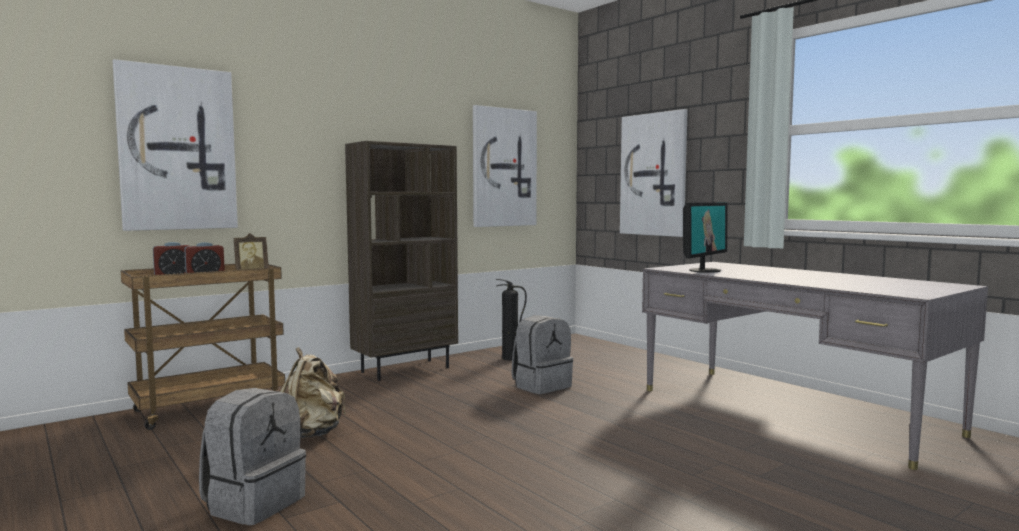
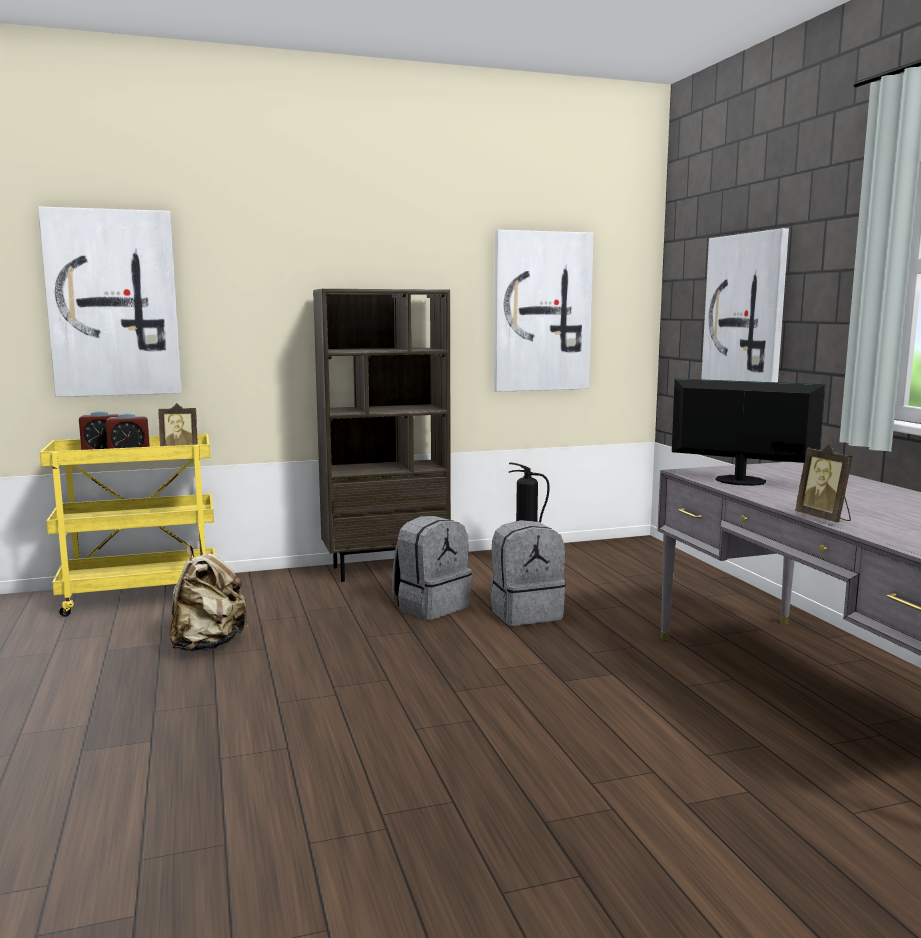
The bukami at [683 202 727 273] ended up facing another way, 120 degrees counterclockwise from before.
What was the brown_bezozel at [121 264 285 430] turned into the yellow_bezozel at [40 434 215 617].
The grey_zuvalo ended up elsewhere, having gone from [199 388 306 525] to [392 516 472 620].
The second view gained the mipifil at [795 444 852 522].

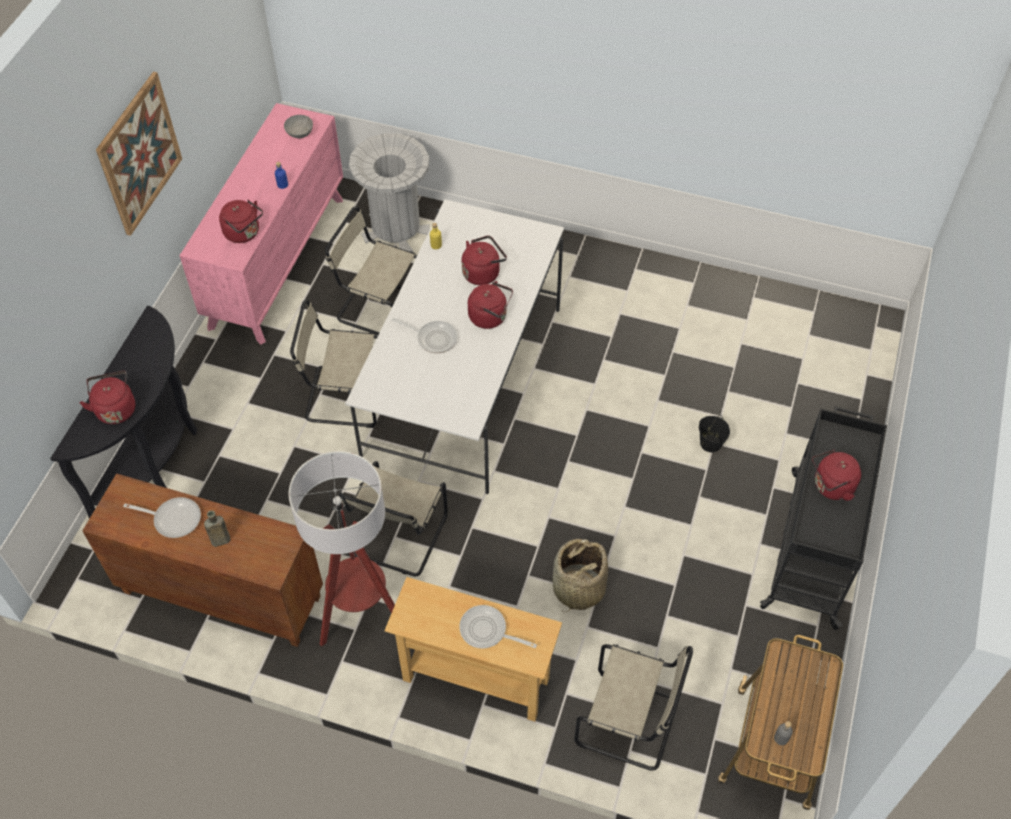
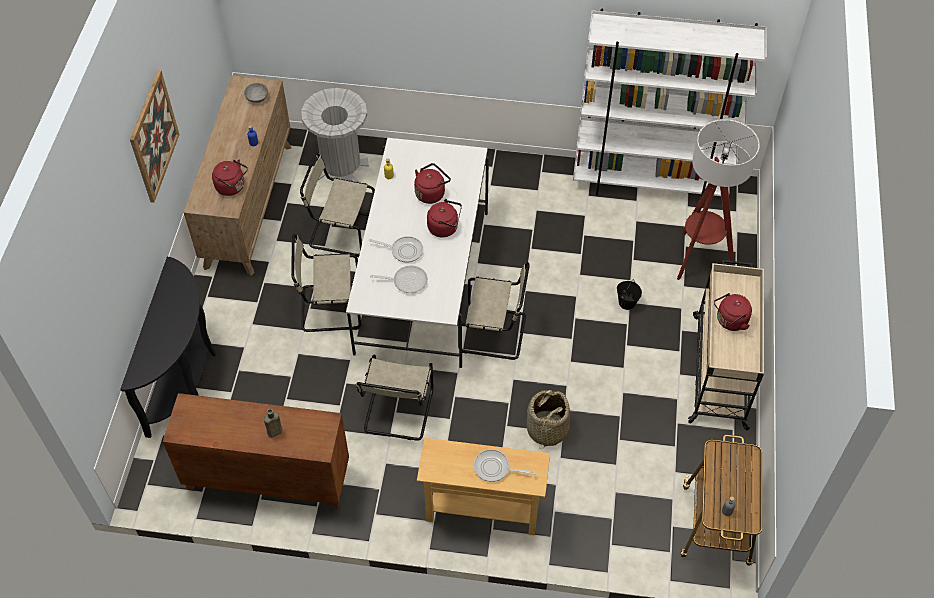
What was the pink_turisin at [179 103 343 345] turned into the brown_turisin at [183 75 291 275].
The second view lost the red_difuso at [79 371 135 424].
What was the black_bezozel at [760 406 887 630] turned into the beige_bezozel at [688 260 764 430].
The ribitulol ended up elsewhere, having gone from [289 451 395 646] to [677 119 760 280].
The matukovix ended up elsewhere, having gone from [123 497 201 538] to [370 265 428 293].
The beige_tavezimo ended up elsewhere, having gone from [574 644 693 771] to [458 262 530 360].
The second view gained the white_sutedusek at [573 8 767 196].

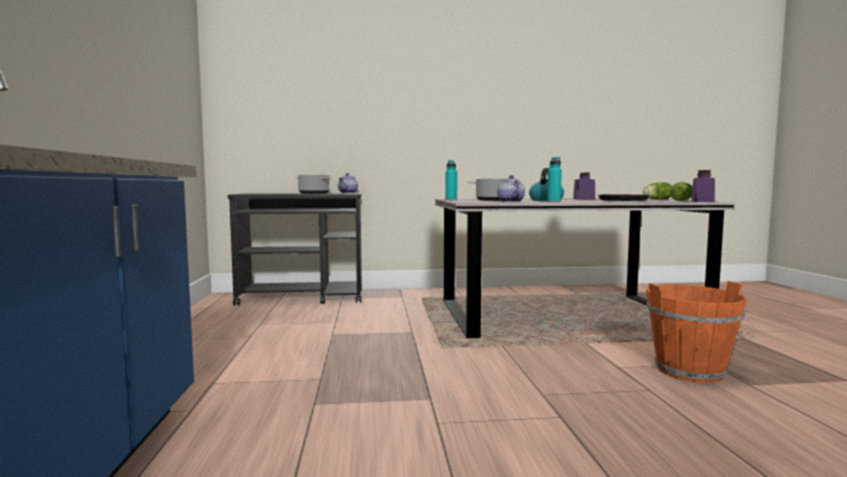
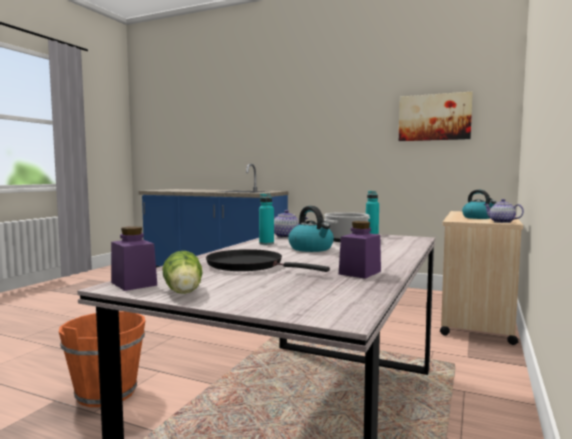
Where the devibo stood at [296 174 332 194], the difuso came to stand at [462 190 496 219].
The second view lost the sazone at [642 182 672 200].
What was the black_bezozel at [228 193 362 306] turned into the beige_bezozel at [440 211 523 345].
The second view gained the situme at [399 92 473 141].

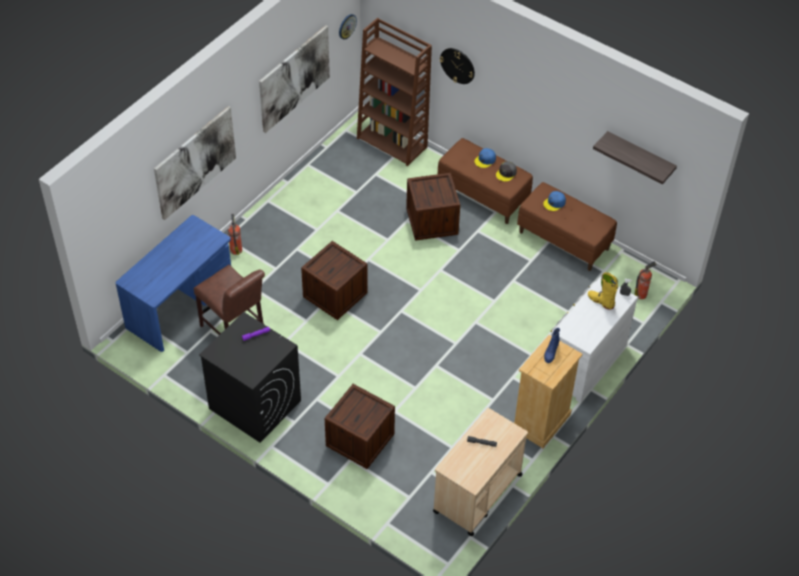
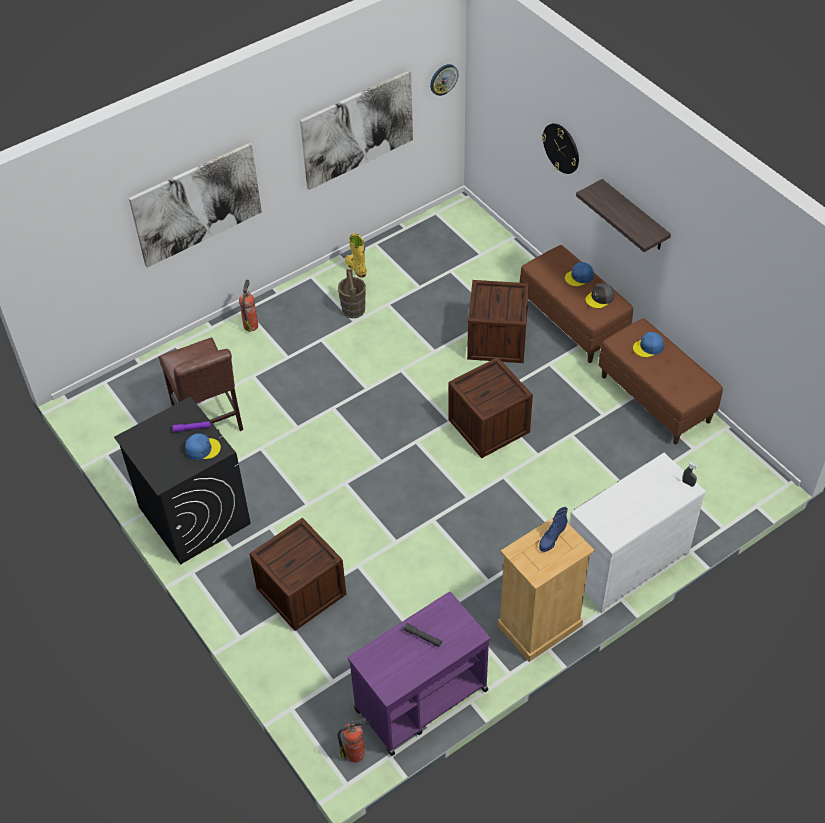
The second view lost the brown_sutedusek at [357 18 432 166].
The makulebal ended up elsewhere, having gone from [593 131 677 184] to [576 179 671 252].
The second view lost the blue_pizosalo at [116 215 231 352].
The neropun ended up elsewhere, having gone from [301 241 368 320] to [448 357 533 458].
The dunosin ended up elsewhere, having gone from [635 261 656 299] to [337 718 370 762].
The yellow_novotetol ended up elsewhere, having gone from [588 272 618 310] to [345 233 367 278].
What was the beige_bezozel at [433 408 528 536] turned into the purple_bezozel at [348 592 490 756].
The second view gained the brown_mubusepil at [338 269 366 319].
The second view gained the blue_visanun at [185 433 221 460].

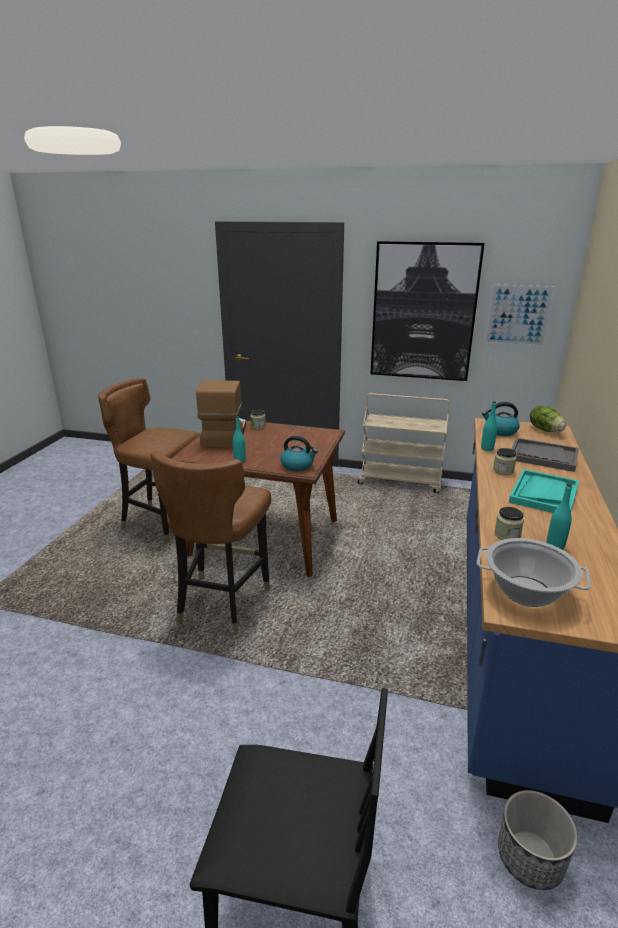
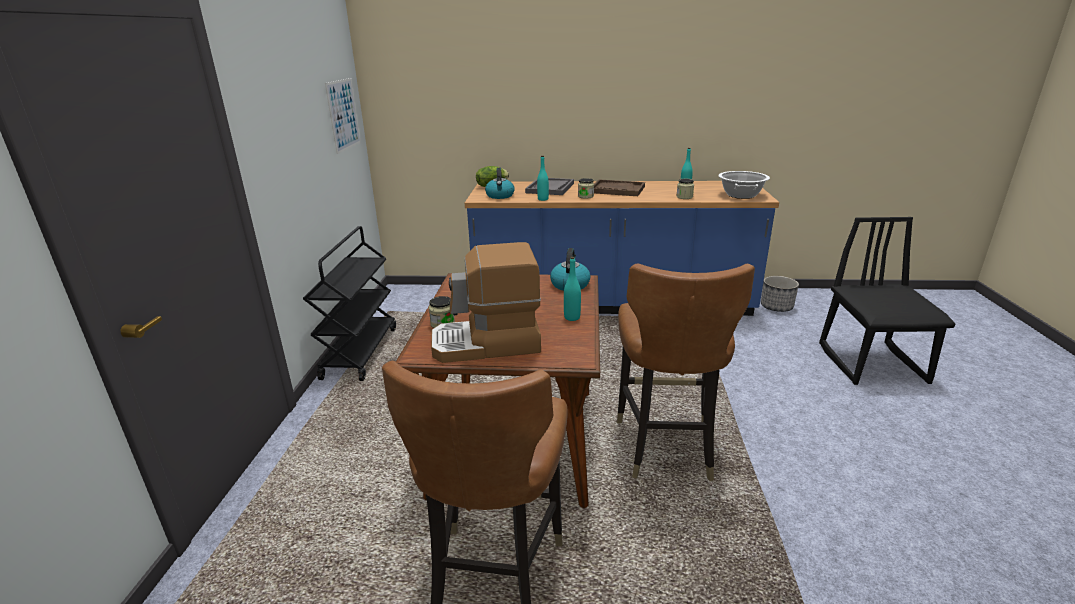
The second view lost the situme at [371 241 484 381].
What was the beige_bezozel at [358 393 450 493] turned into the black_bezozel at [303 226 396 381].
The brown_tavezimo at [150 451 271 635] ended up facing another way, 90 degrees clockwise from before.
What was the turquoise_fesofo at [509 469 579 513] turned into the brown_fesofo at [594 179 645 196].

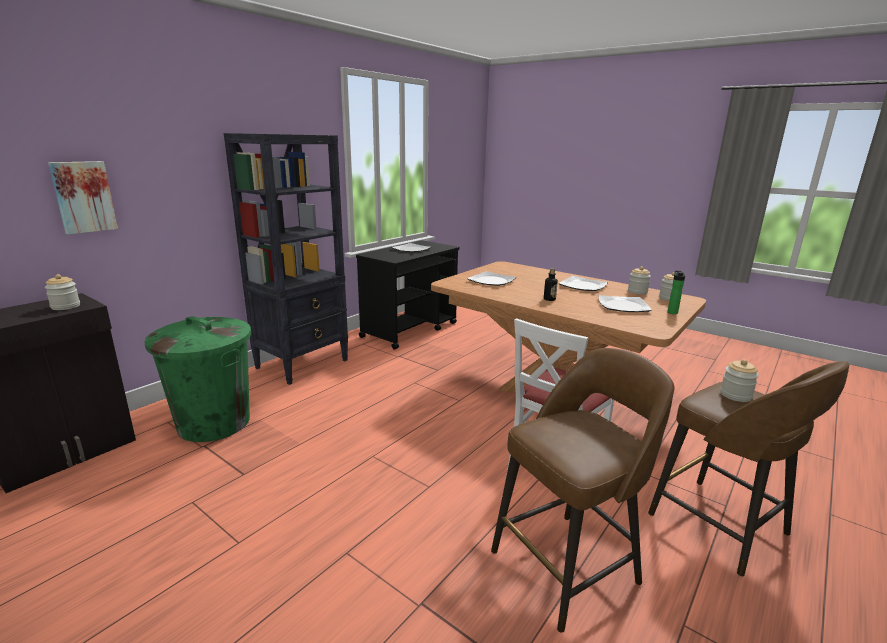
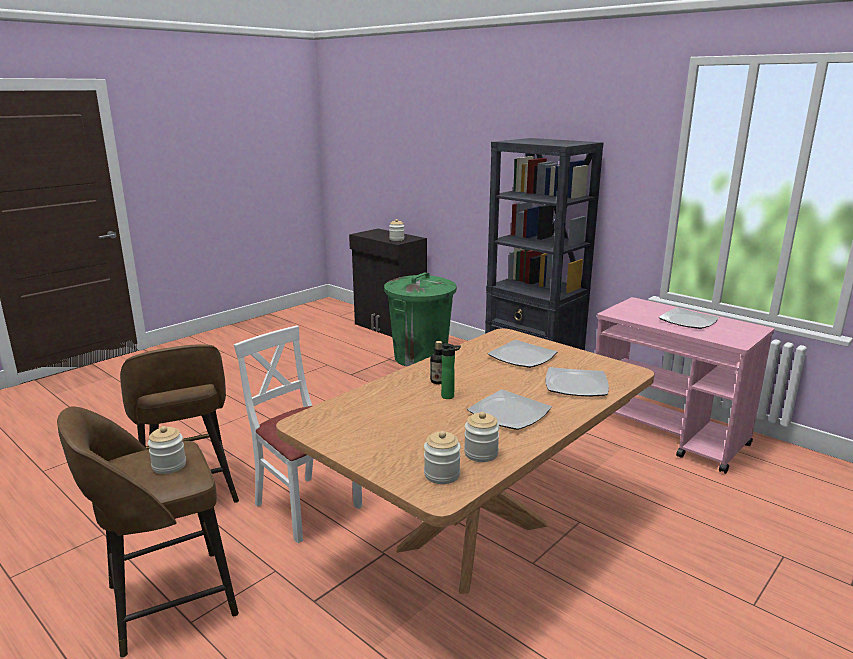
The second view lost the situme at [48 161 118 234].
What was the black_bezozel at [356 240 459 350] turned into the pink_bezozel at [595 297 775 474].
The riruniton ended up elsewhere, having gone from [667 271 685 314] to [441 343 461 399].
The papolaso ended up elsewhere, having gone from [599 295 652 312] to [546 367 609 397].

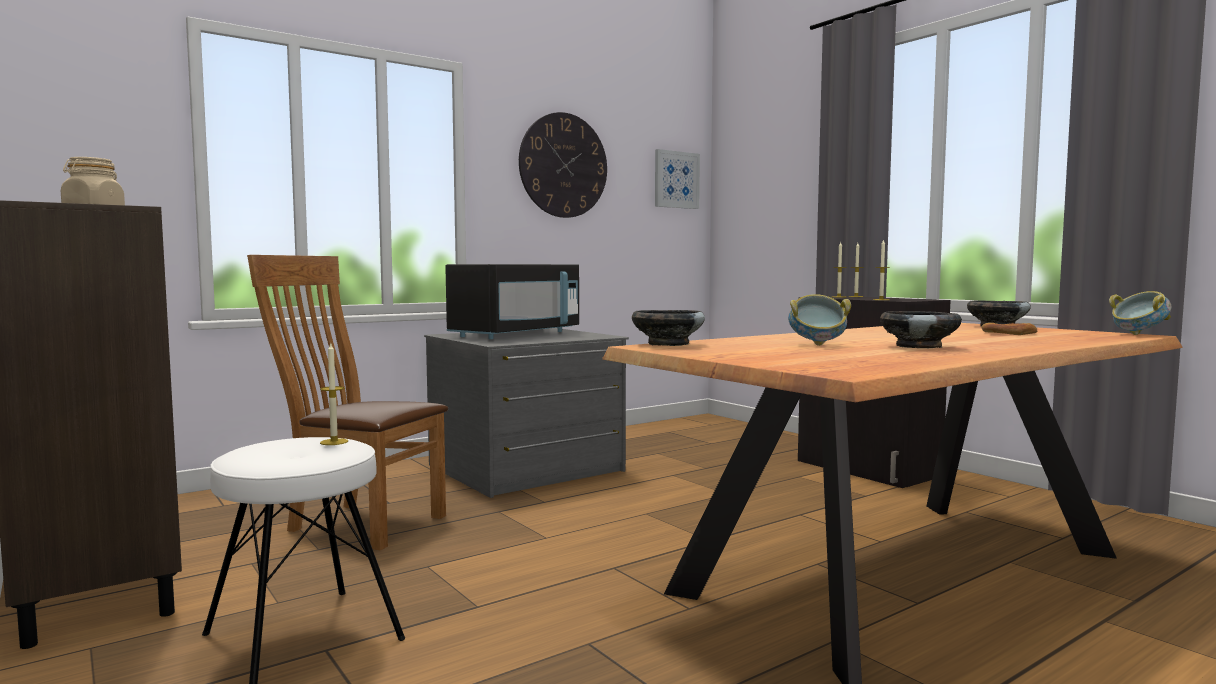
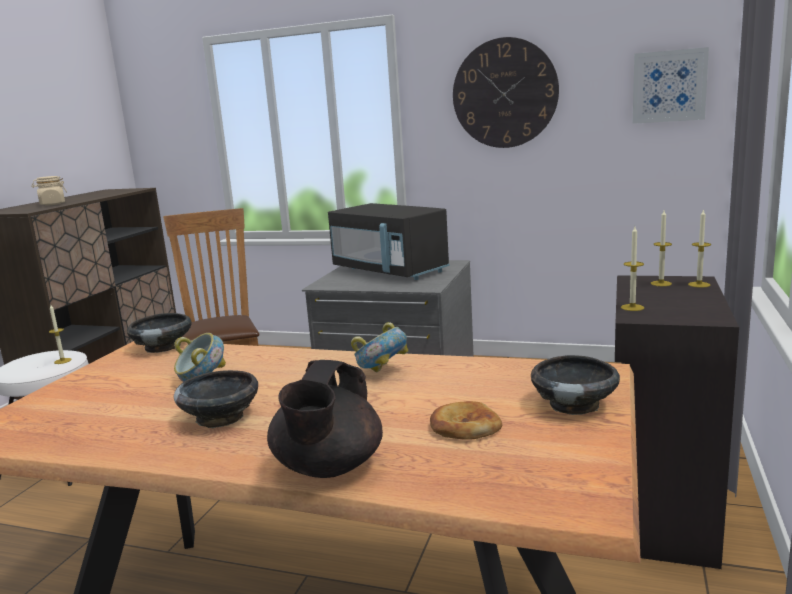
The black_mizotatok at [445 264 579 339] ended up facing another way, 45 degrees clockwise from before.
The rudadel ended up elsewhere, having gone from [1109 291 1172 335] to [351 322 409 372].
The second view gained the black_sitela at [267 360 383 478].

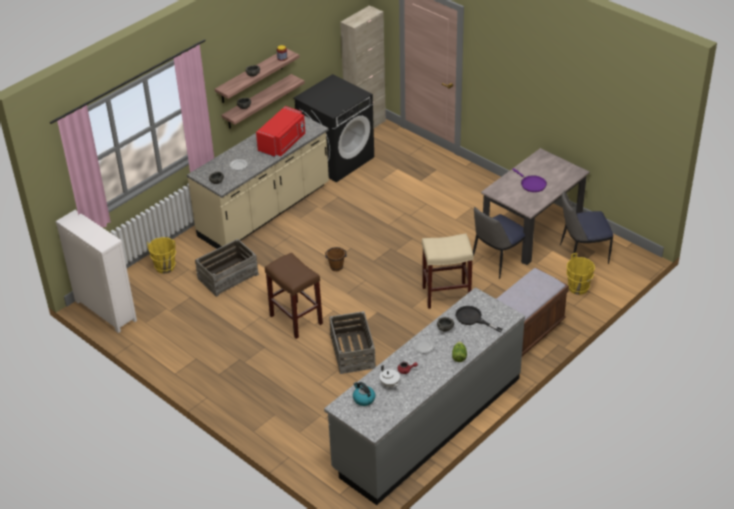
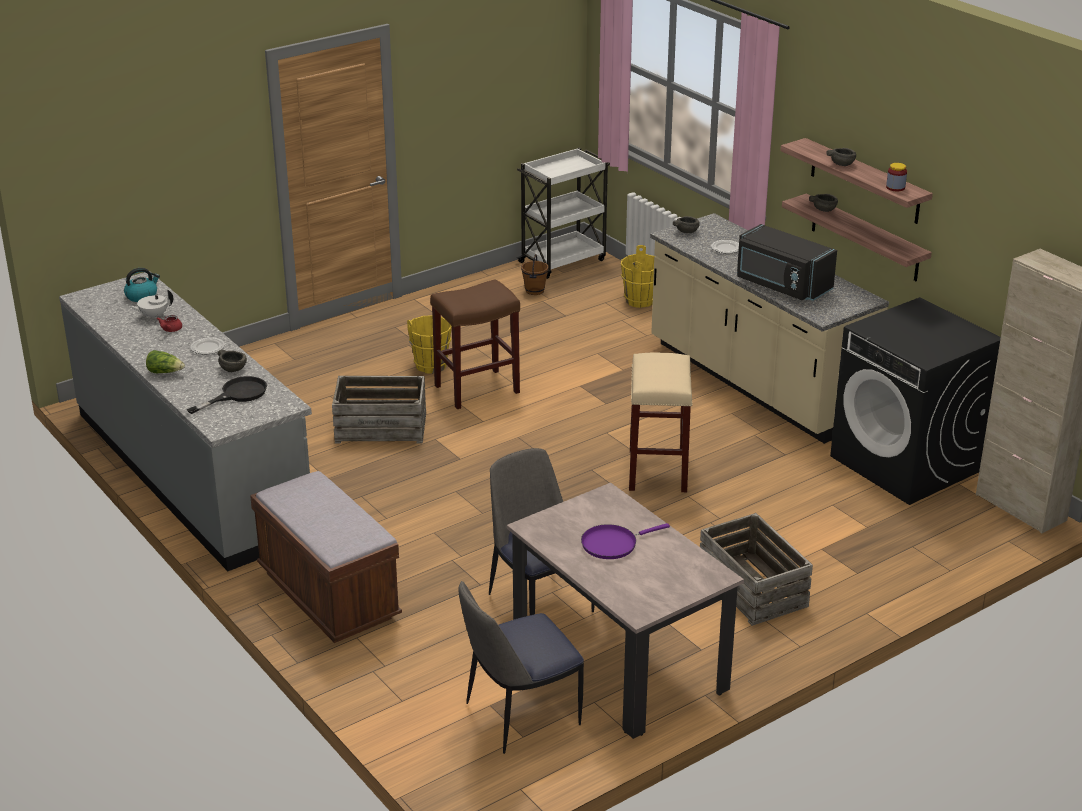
What was the red_mizotatok at [256 106 305 157] turned into the black_mizotatok at [737 224 837 301].
The tavezimo at [560 191 613 264] ended up facing another way, 120 degrees counterclockwise from before.
Where the white_turisin stood at [56 210 137 333], the white_bezozel came to stand at [516 148 610 279].
The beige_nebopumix ended up elsewhere, having gone from [422 233 474 309] to [629 352 693 492].
The neropun ended up elsewhere, having gone from [195 239 259 297] to [700 513 813 626].
The brown_mubusepil ended up elsewhere, having gone from [325 247 347 271] to [521 254 548 295].
The yellow_mubusepil ended up elsewhere, having gone from [566 253 595 295] to [407 315 452 374].

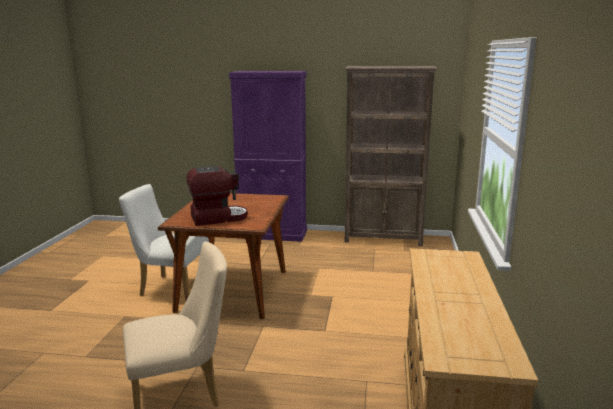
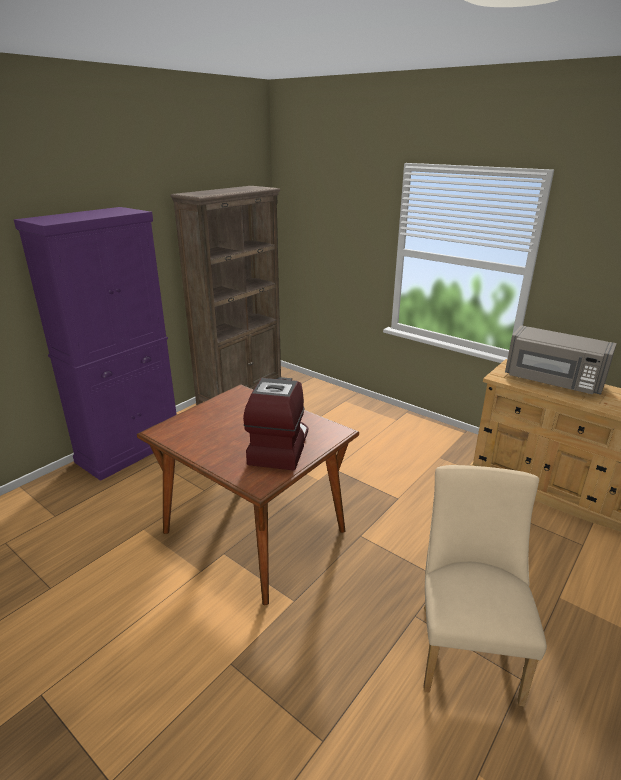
The second view lost the white_tavezimo at [119 184 209 301].
The second view gained the grey_mizotatok at [505 325 617 395].

